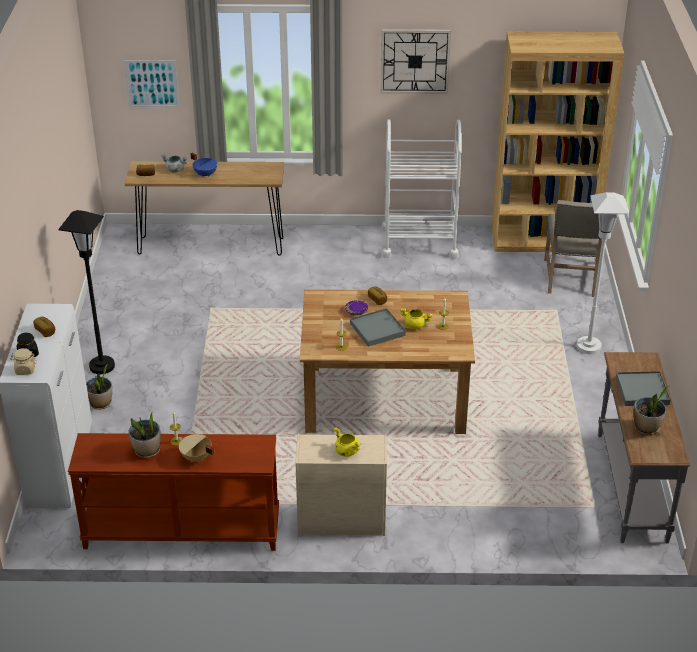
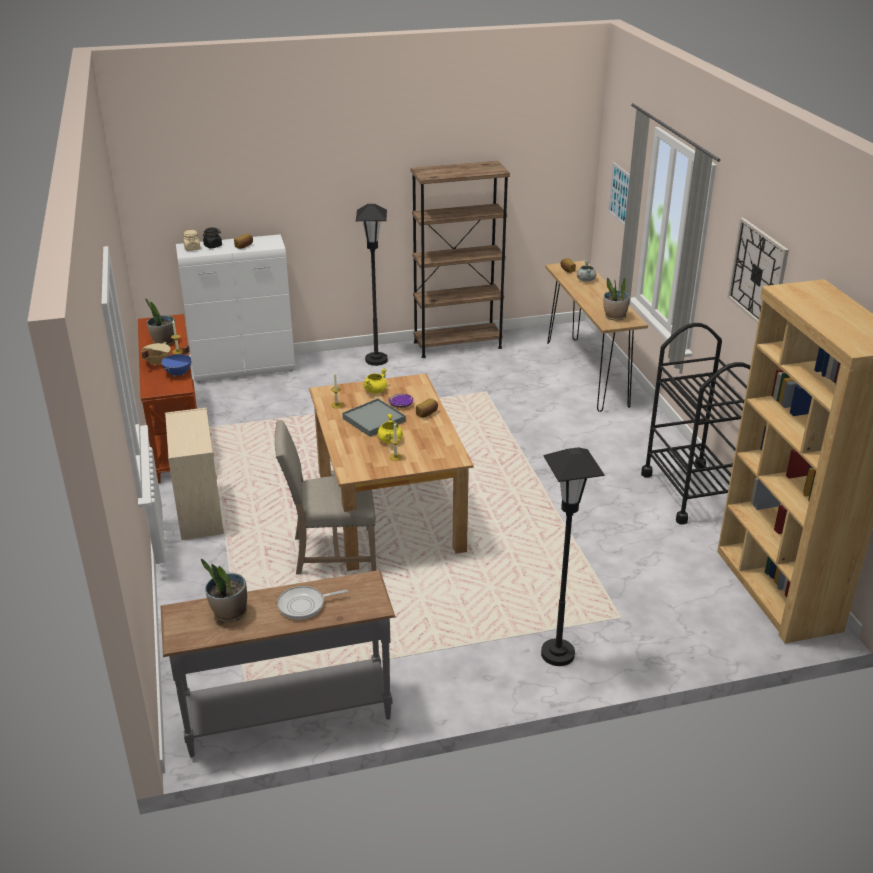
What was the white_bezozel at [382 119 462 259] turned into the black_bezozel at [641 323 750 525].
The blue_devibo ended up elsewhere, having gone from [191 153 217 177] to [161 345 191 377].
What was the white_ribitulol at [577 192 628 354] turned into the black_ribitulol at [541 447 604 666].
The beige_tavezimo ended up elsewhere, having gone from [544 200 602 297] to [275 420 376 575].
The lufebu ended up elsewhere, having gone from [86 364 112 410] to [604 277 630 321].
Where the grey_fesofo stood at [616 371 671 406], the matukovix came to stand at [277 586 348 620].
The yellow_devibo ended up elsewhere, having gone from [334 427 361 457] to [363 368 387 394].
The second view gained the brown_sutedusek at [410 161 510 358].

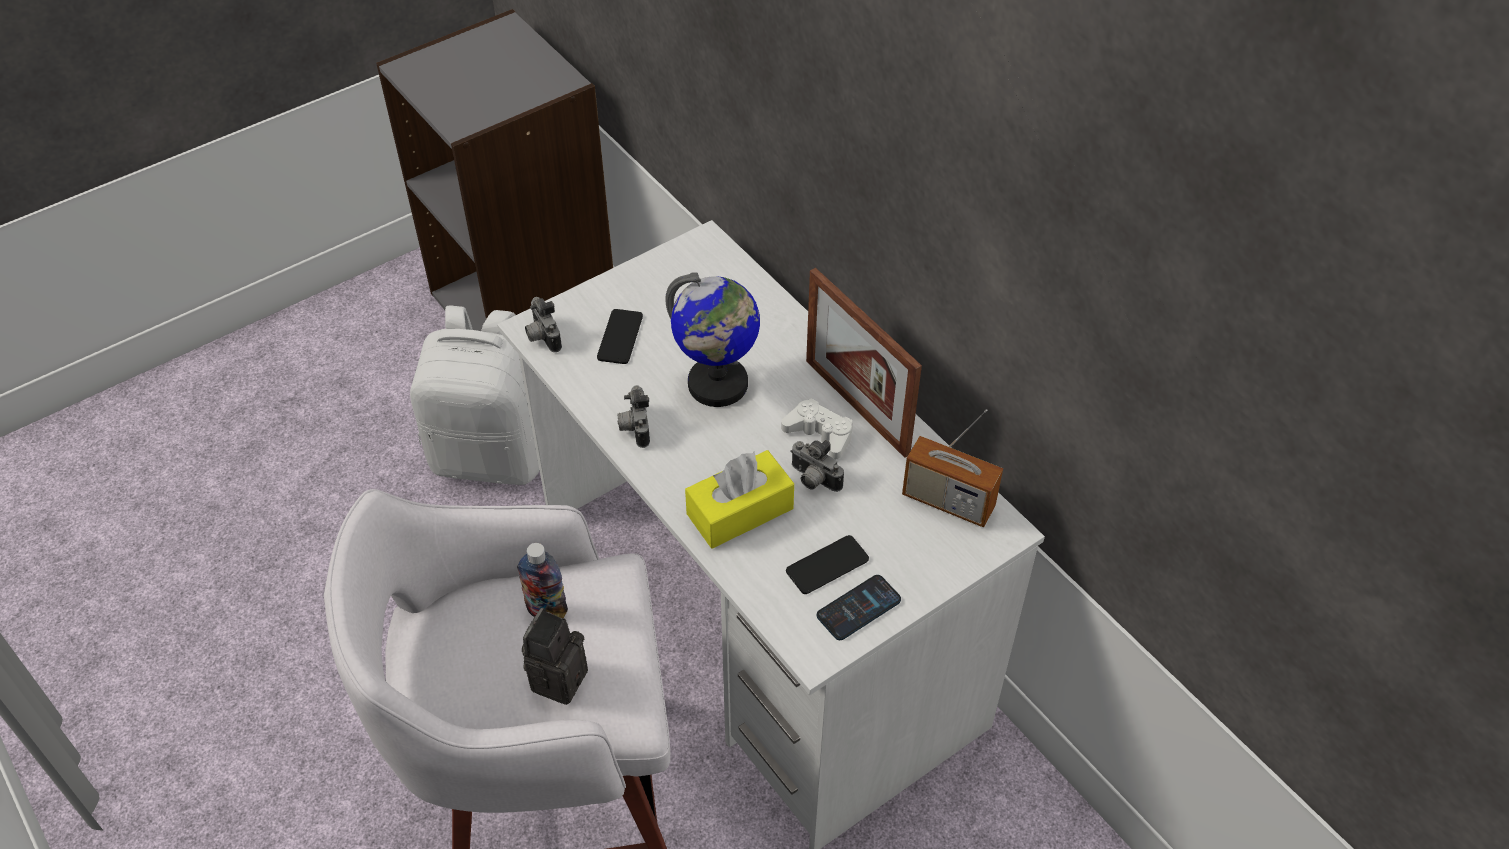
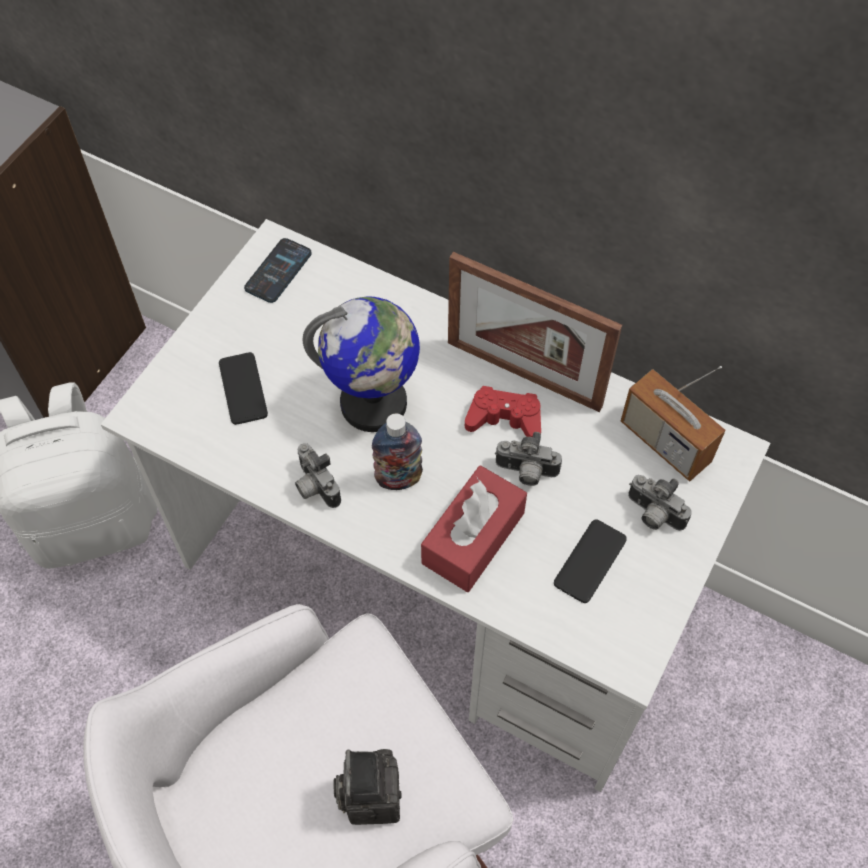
The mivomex ended up elsewhere, having gone from [525 297 562 352] to [628 475 692 531].
What was the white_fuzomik at [781 398 853 459] turned into the red_fuzomik at [465 386 541 437].
The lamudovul at [902 409 1003 528] ended up facing another way, 45 degrees clockwise from before.
What was the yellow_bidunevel at [685 450 794 549] turned into the red_bidunevel at [421 465 527 592].
The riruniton ended up elsewhere, having gone from [517 543 568 618] to [372 414 423 490].
The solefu ended up elsewhere, having gone from [817 575 901 640] to [244 238 312 303].

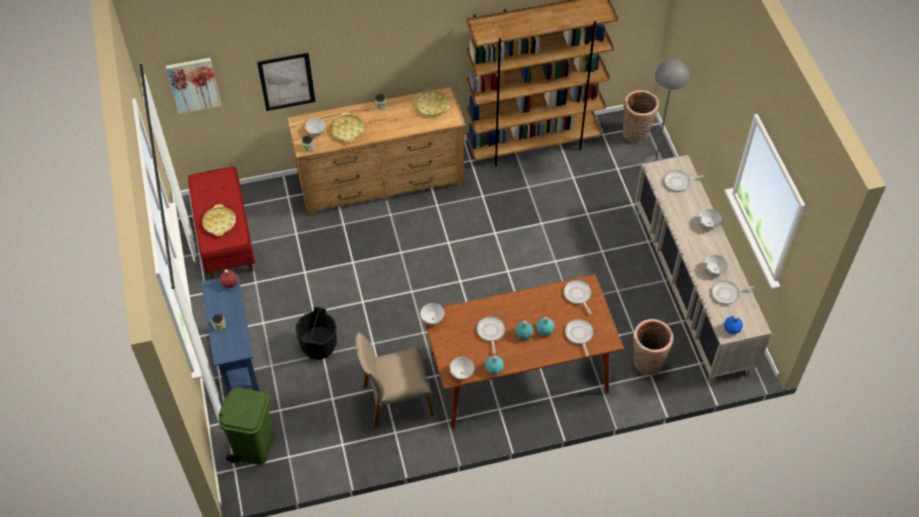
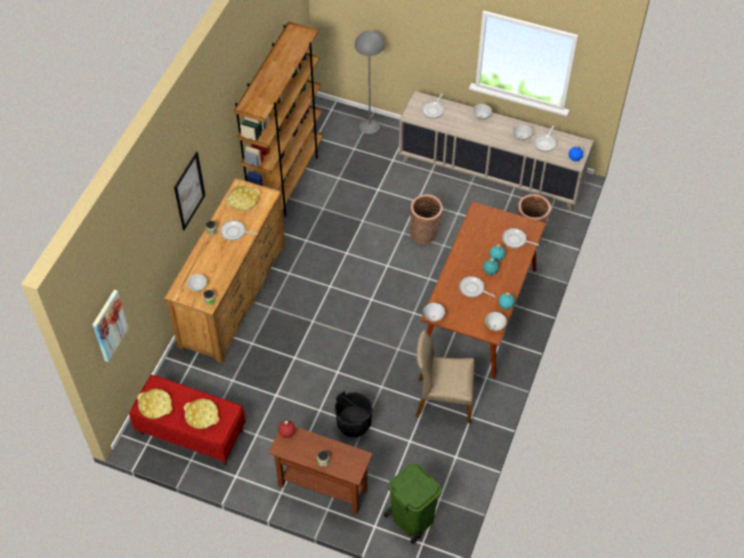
The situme ended up elsewhere, having gone from [257 53 316 111] to [174 152 205 230].
The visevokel ended up elsewhere, having gone from [622 90 659 143] to [410 194 443 244].
The yellow_fesofo ended up elsewhere, having gone from [331 112 364 142] to [137 389 172 419].
What was the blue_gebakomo at [201 274 260 394] turned into the brown_gebakomo at [268 427 373 514].
The matukovix ended up elsewhere, having gone from [563 280 592 314] to [221 220 258 241].
The beige_tavezimo at [356 332 434 428] ended up facing another way, 75 degrees clockwise from before.

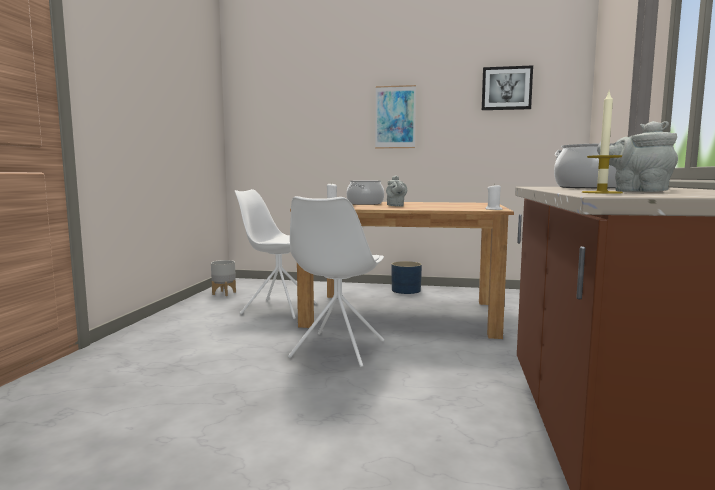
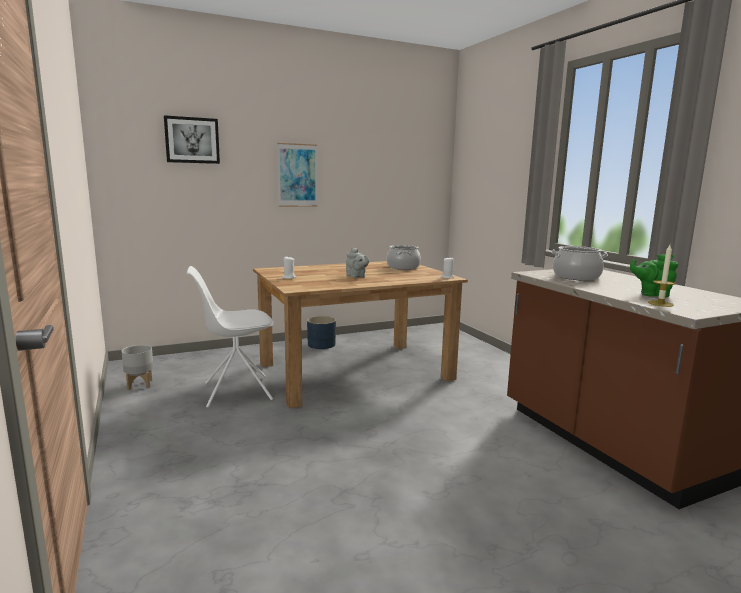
The situme ended up elsewhere, having gone from [482 65 533 110] to [164 115 220 164].
What was the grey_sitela at [597 121 678 192] turned into the green_sitela at [630 254 678 297].
The devibo ended up elsewhere, having gone from [347 181 384 205] to [387 245 421 270].
The second view lost the white_tavezimo at [288 196 384 368].

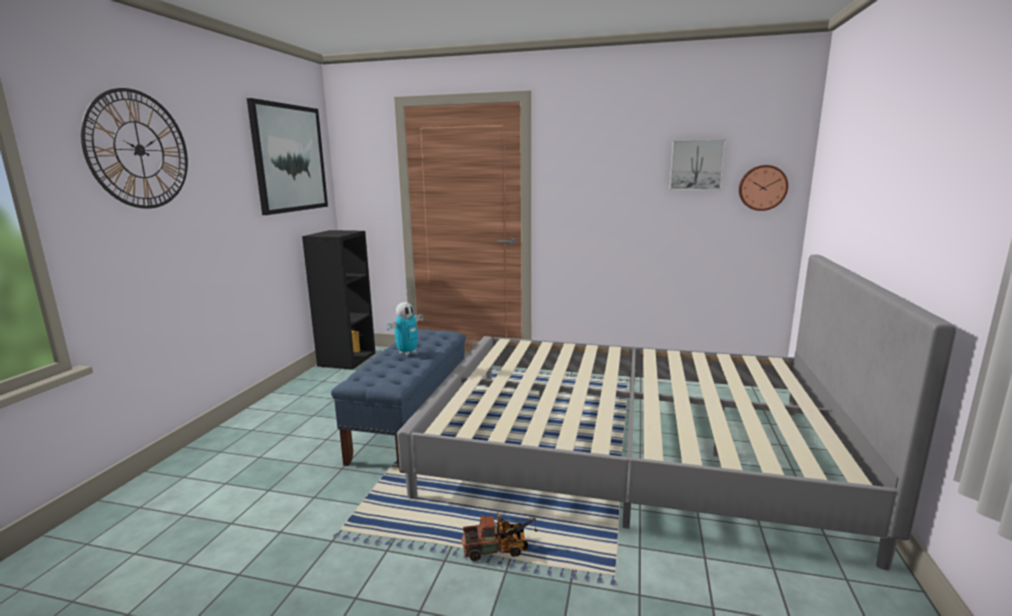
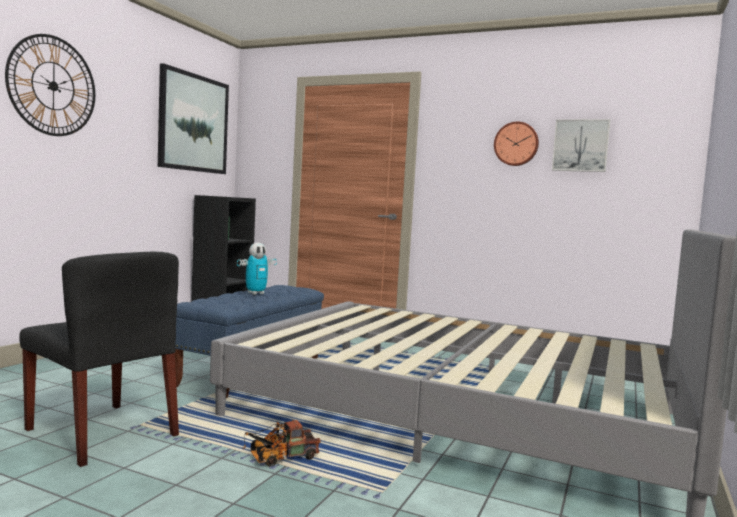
The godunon ended up elsewhere, having gone from [739 165 788 211] to [494 122 539 166].
The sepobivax at [462 513 538 561] ended up facing another way, 150 degrees clockwise from before.
The second view gained the black_tavezimo at [19 252 179 467].

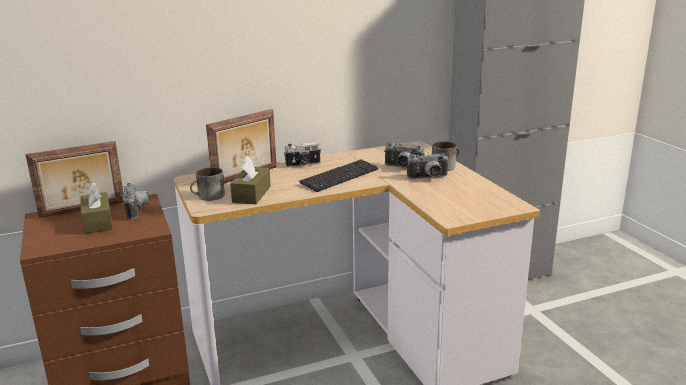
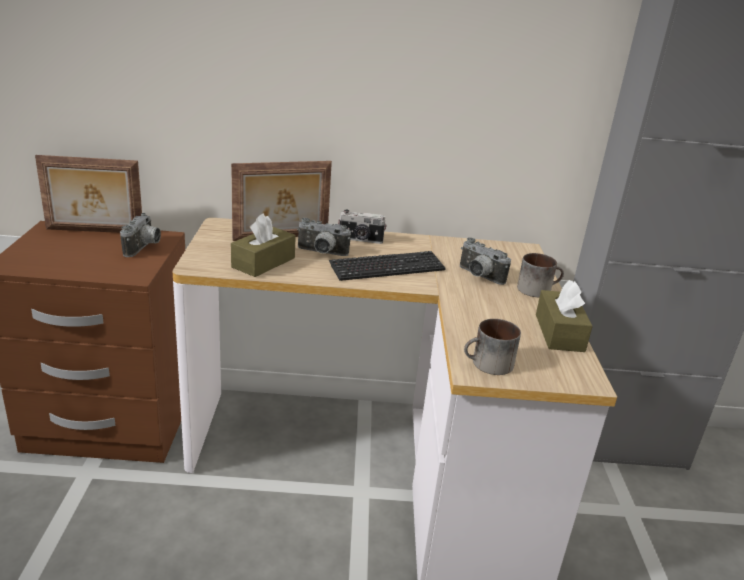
The mivomex ended up elsewhere, having gone from [407 153 448 179] to [297 218 351 256].
The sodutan ended up elsewhere, having gone from [190 167 225 201] to [464 319 521 375].
The brown_bidunevel ended up elsewhere, having gone from [80 183 113 234] to [536 280 593 352].

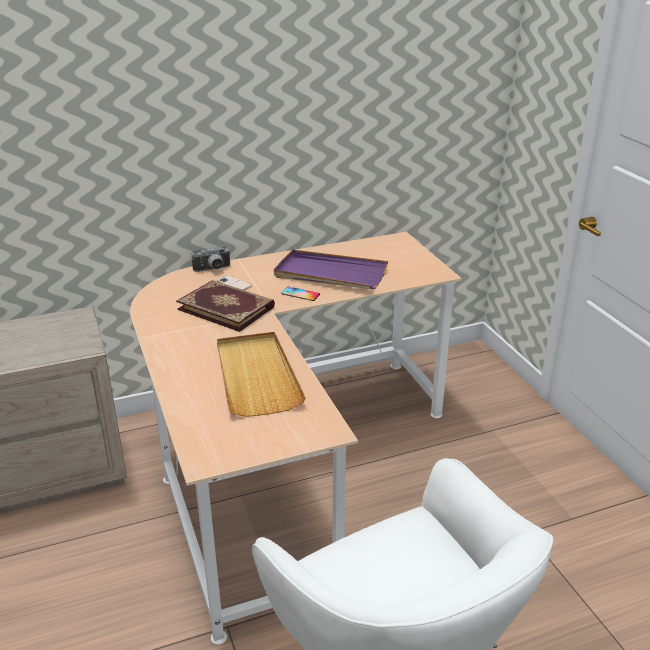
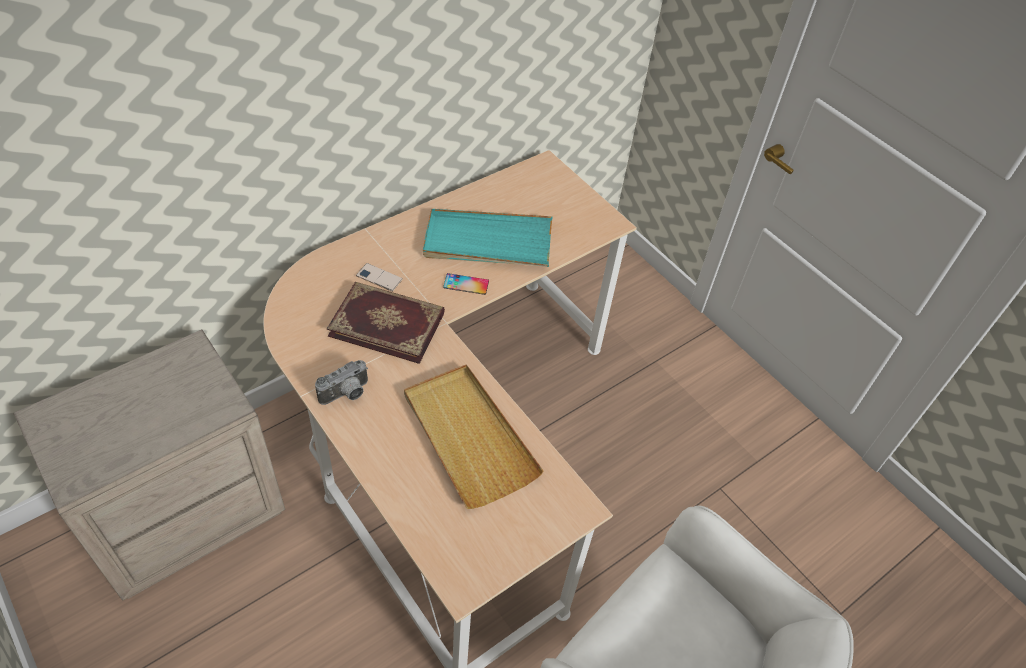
The mivomex ended up elsewhere, having gone from [192 246 231 272] to [315 360 368 405].
What was the purple_fesofo at [274 250 388 290] turned into the turquoise_fesofo at [423 209 553 267].

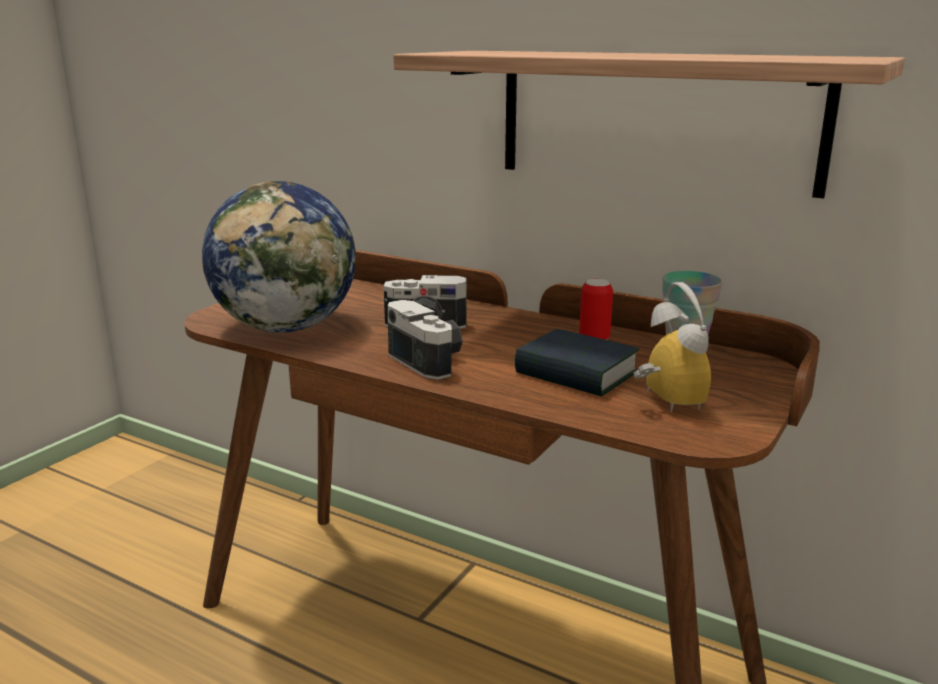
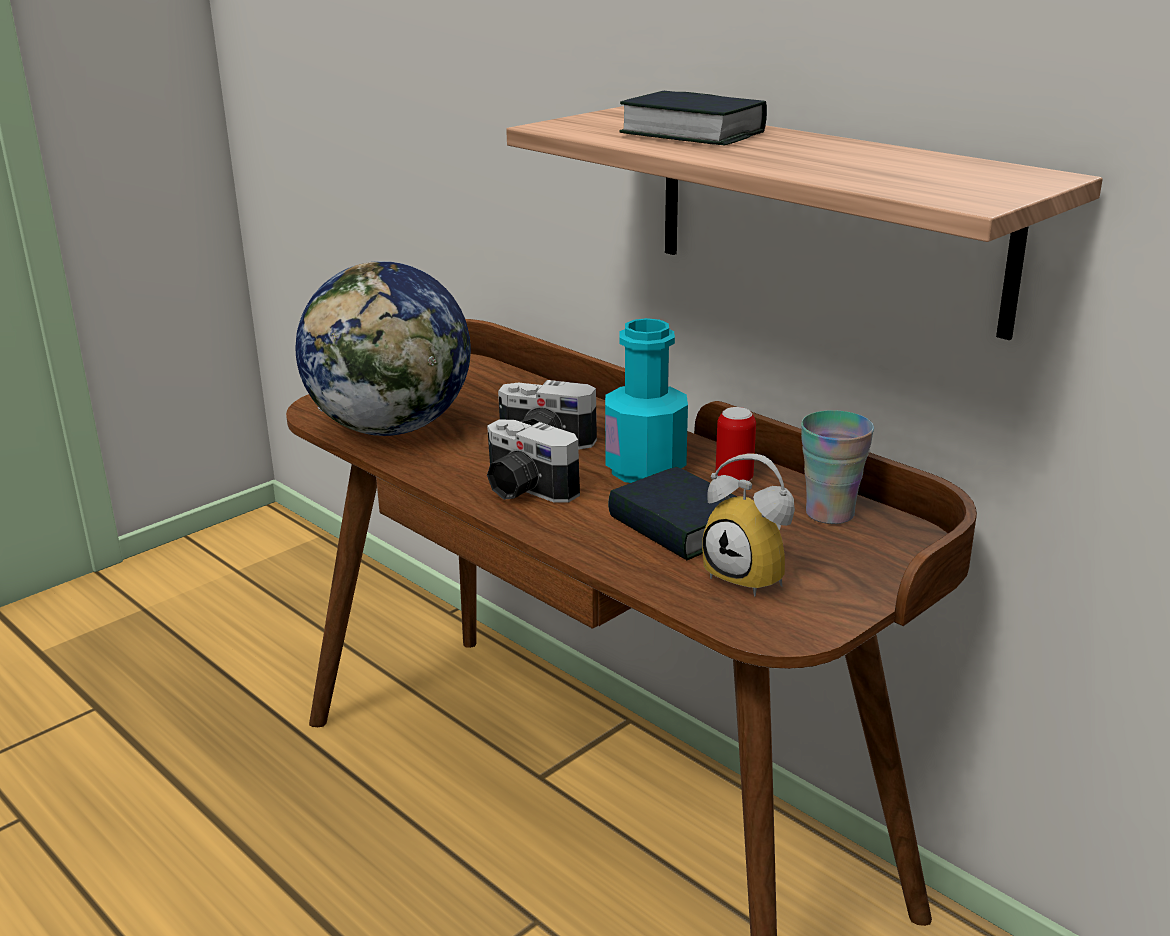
The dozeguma at [633 282 711 412] ended up facing another way, 135 degrees clockwise from before.
The mivomex at [388 300 463 380] ended up facing another way, 150 degrees clockwise from before.
The second view gained the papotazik at [620 91 767 146].
The second view gained the turquoise_riruniton at [605 318 688 483].

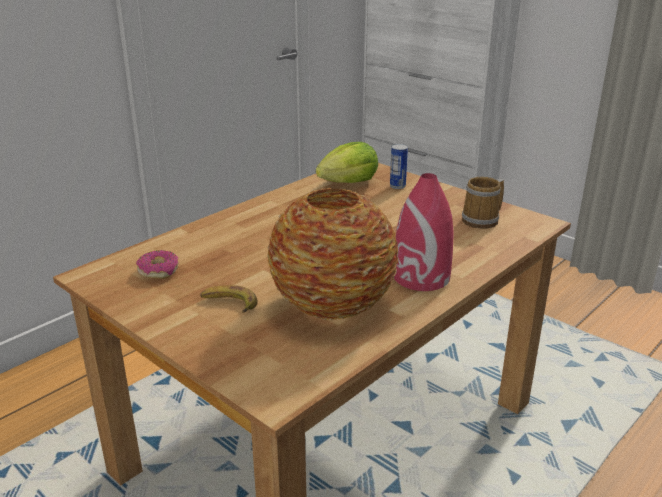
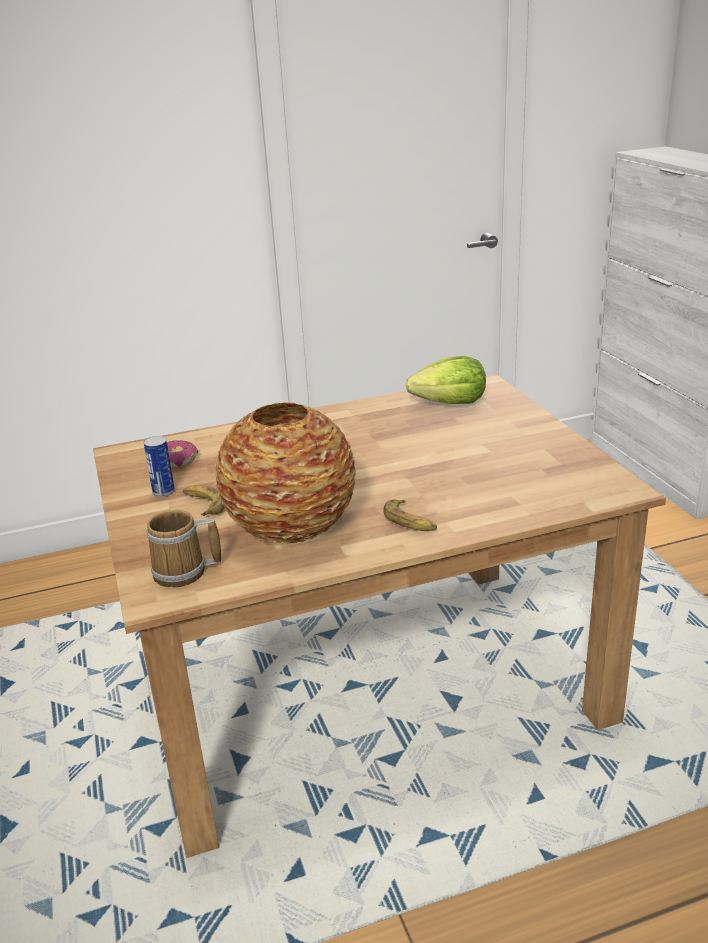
The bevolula ended up elsewhere, having gone from [390 144 408 189] to [143 436 175 497].
Where the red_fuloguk stood at [394 173 454 291], the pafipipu came to stand at [383 500 437 531].
The sodutan ended up elsewhere, having gone from [462 177 504 229] to [146 510 221 588].

